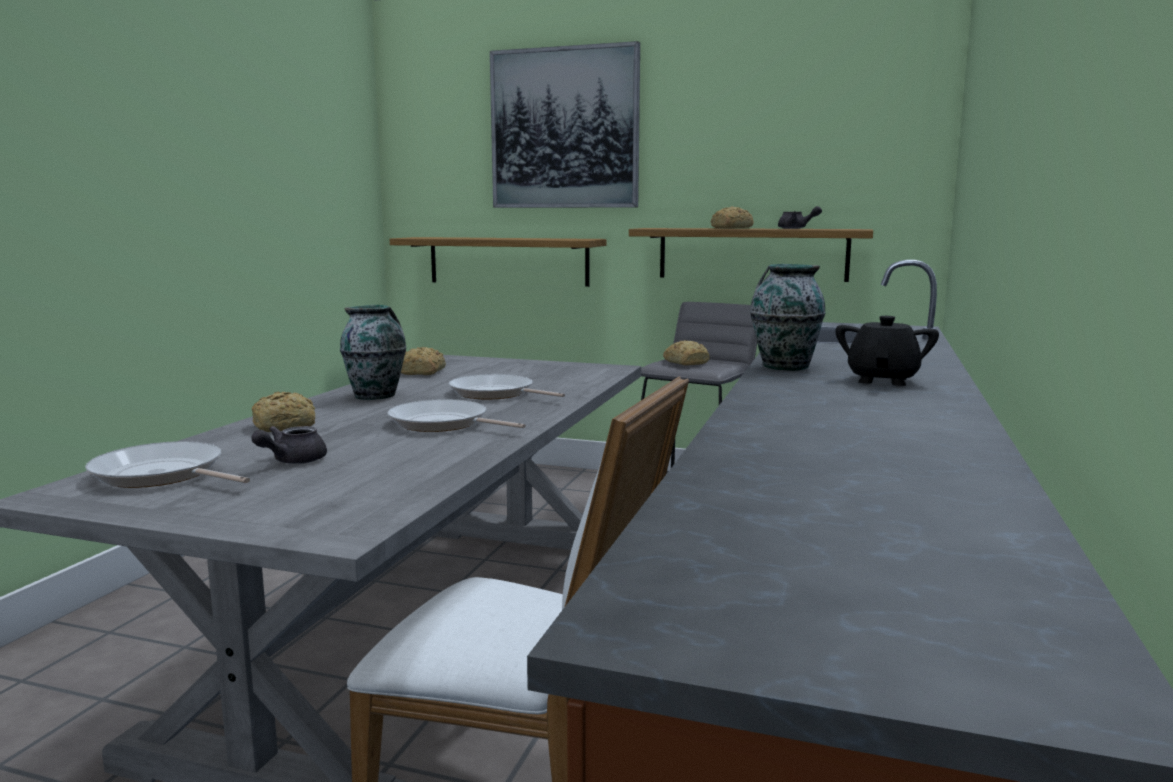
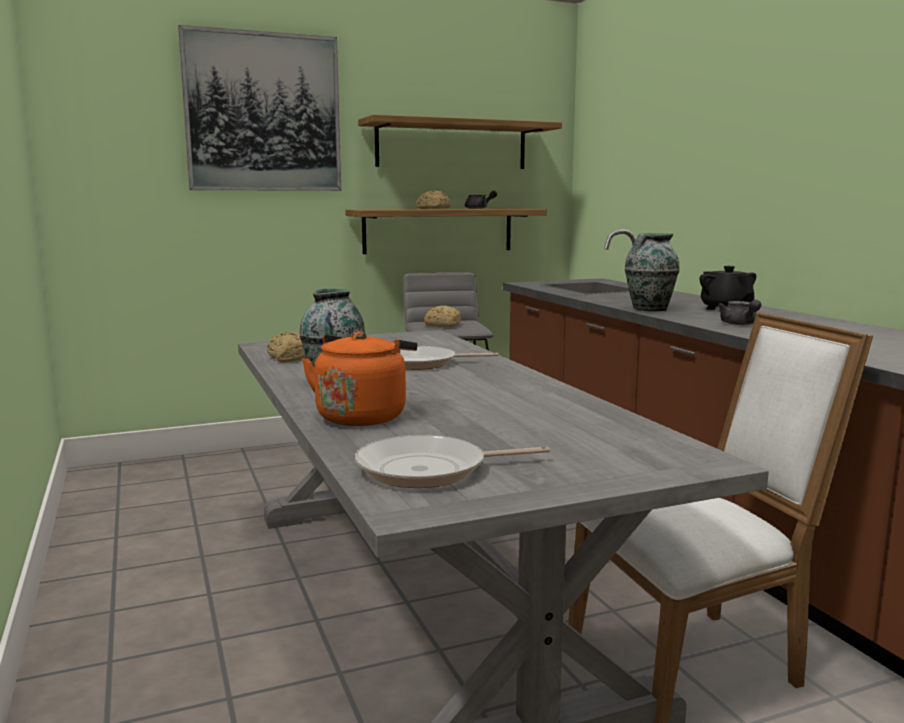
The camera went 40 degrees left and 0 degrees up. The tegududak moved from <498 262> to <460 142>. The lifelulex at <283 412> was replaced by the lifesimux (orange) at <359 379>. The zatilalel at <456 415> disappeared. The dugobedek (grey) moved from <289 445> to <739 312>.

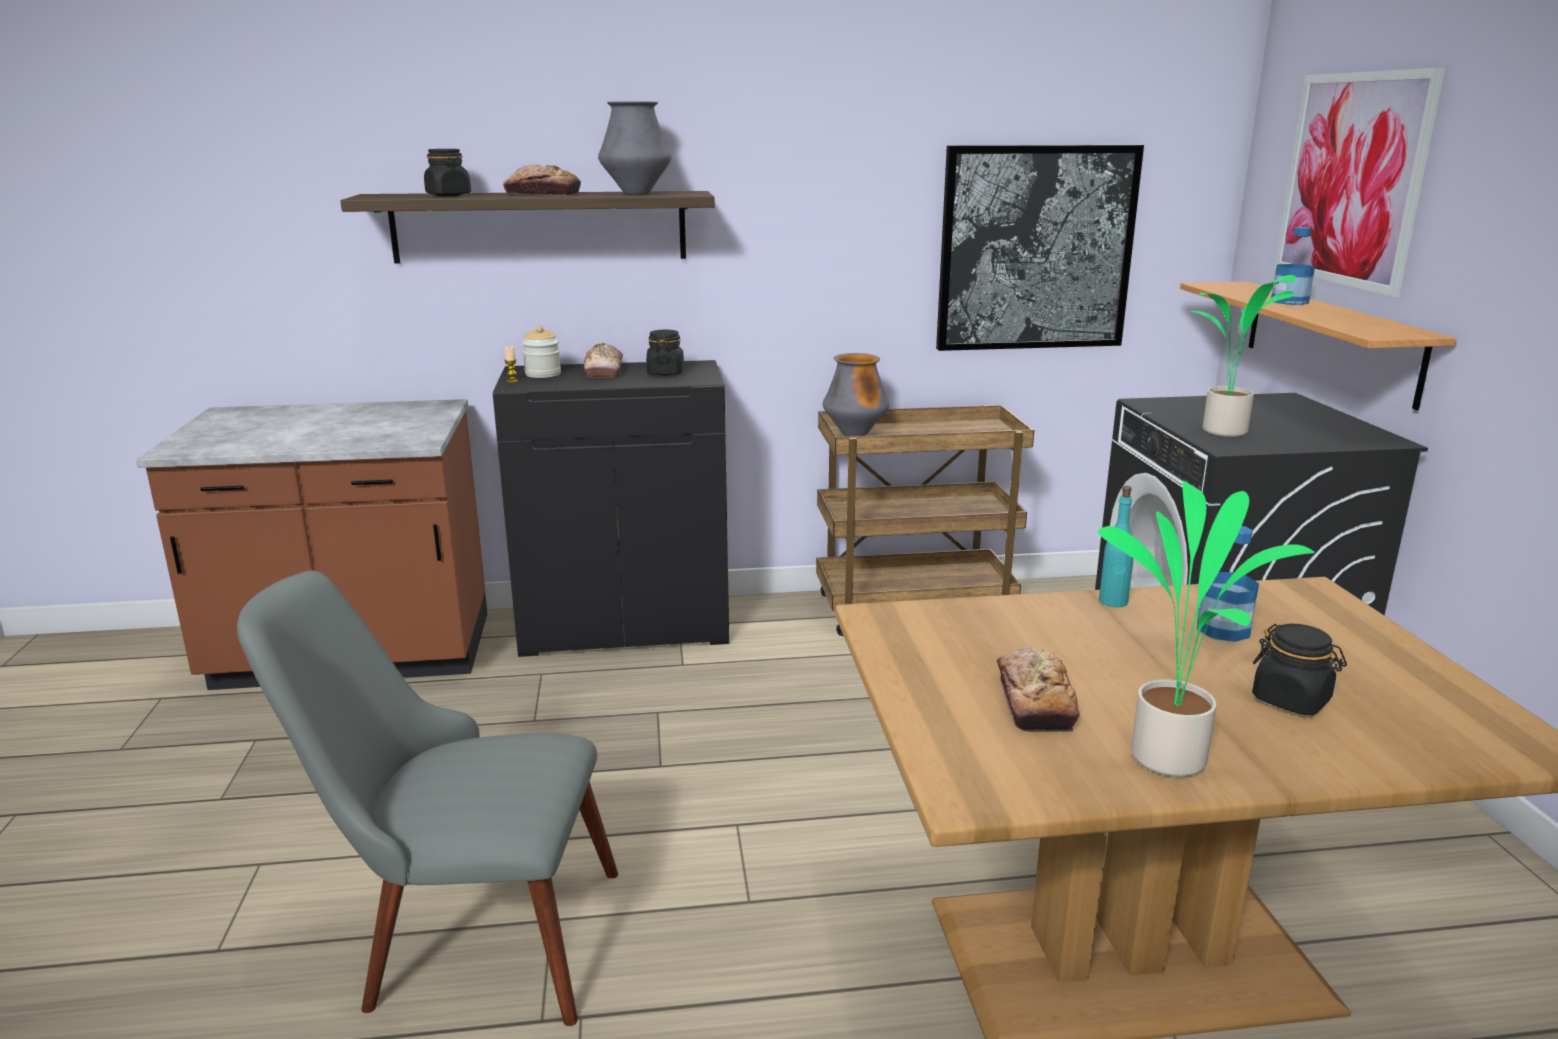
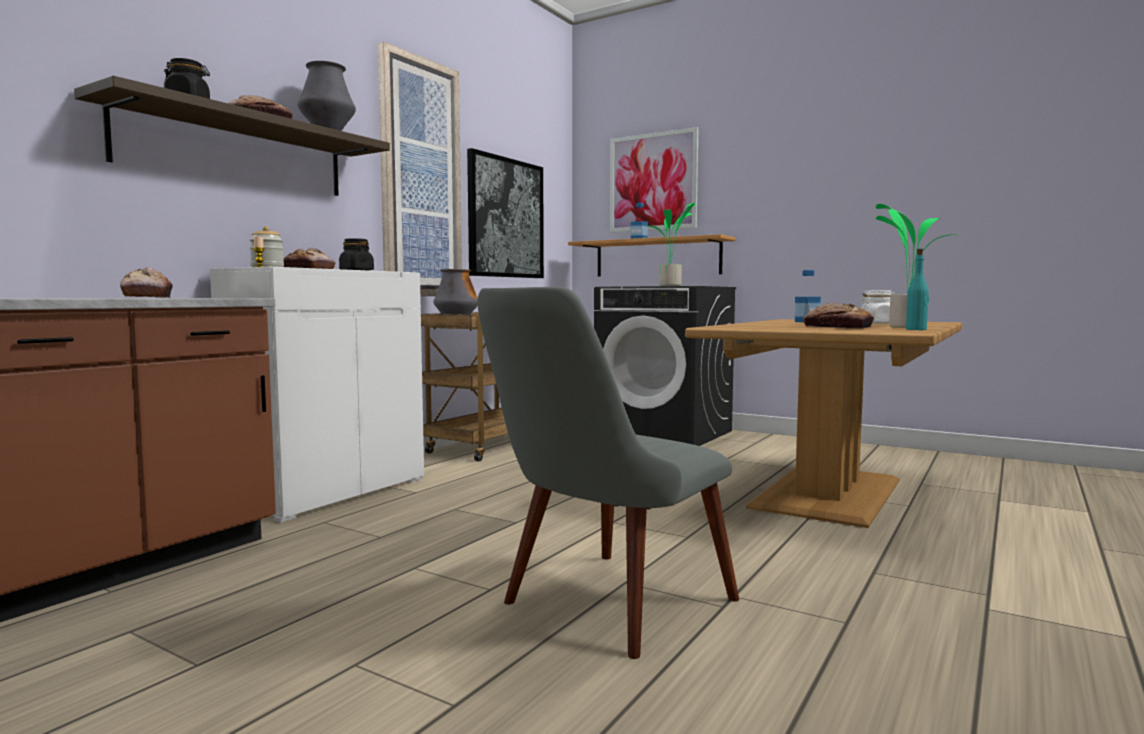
The camera went 50 degrees left and 15 degrees down. The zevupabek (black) at <611 508> became the zevupabek (white) at <317 395>. The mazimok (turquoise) moved from <1116 546> to <917 289>. The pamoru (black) at <1299 669> became the pamoru (white) at <877 307>. The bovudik at <420 169> appeared. The lifelulex at <146 282> appeared.

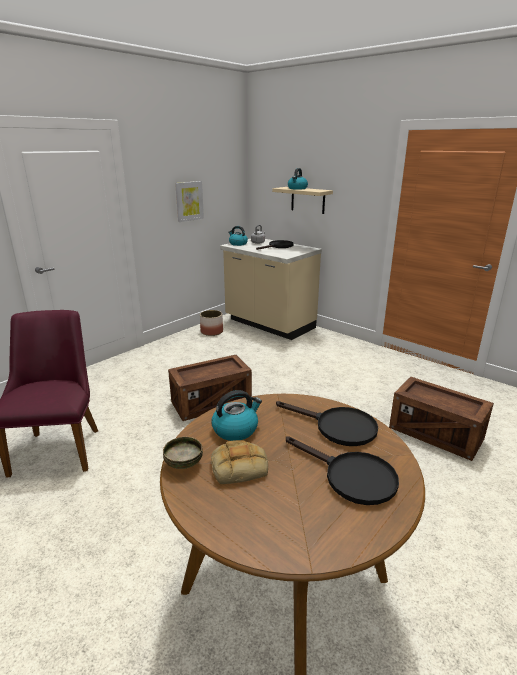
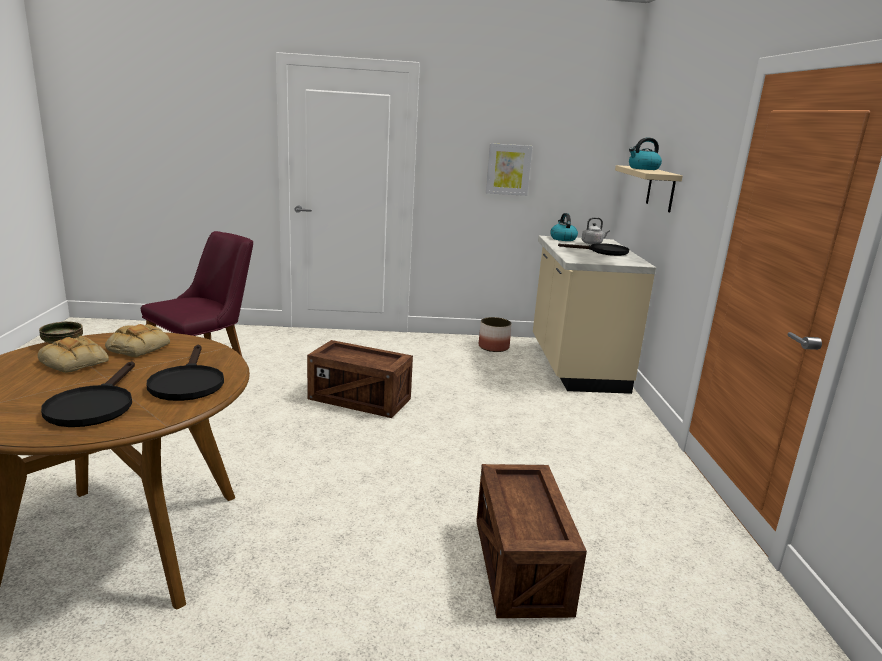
The camera went 45 degrees right and 5 degrees down. The lifesimux at <237 415> was replaced by the lifelulex at <137 340>.

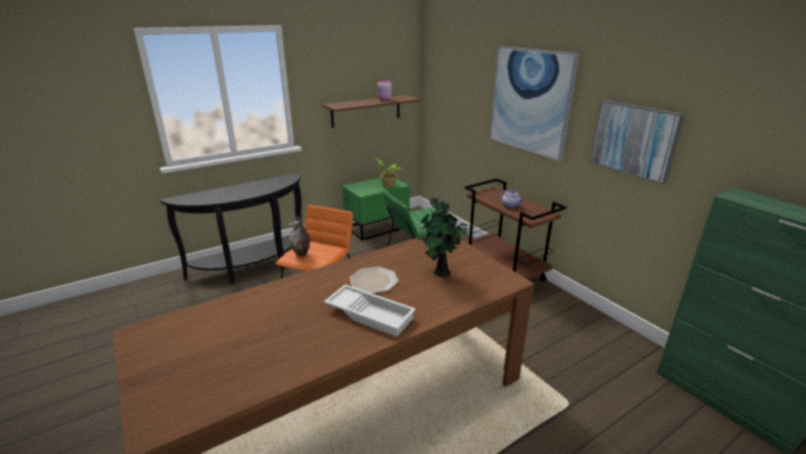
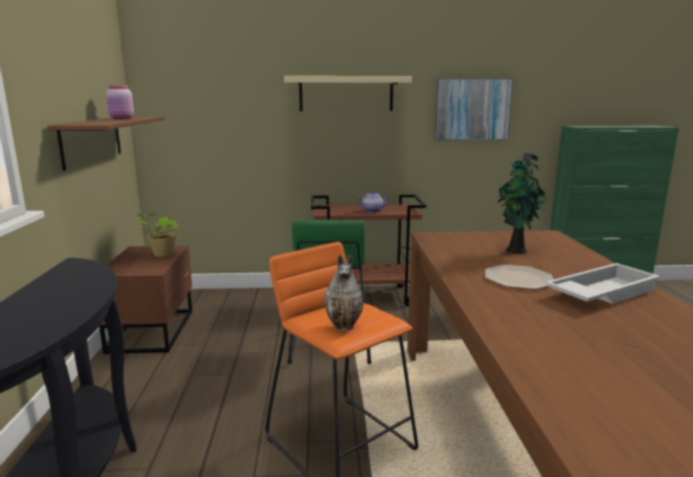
The camera went 60 degrees left and 10 degrees down. The bovudik at <535 104> was replaced by the tegududak (beige) at <348 93>. The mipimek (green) at <376 209> became the mipimek (brown) at <145 300>.

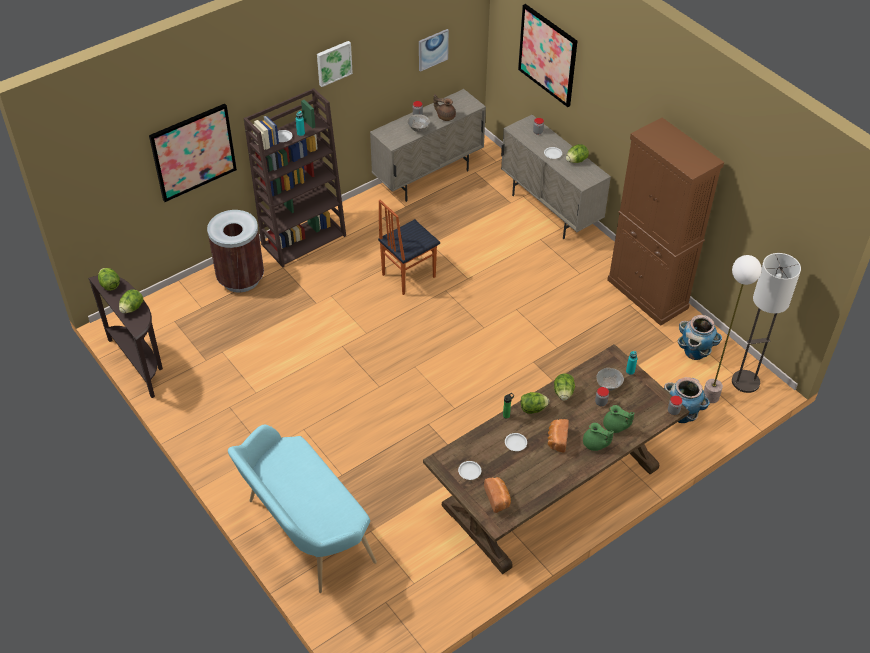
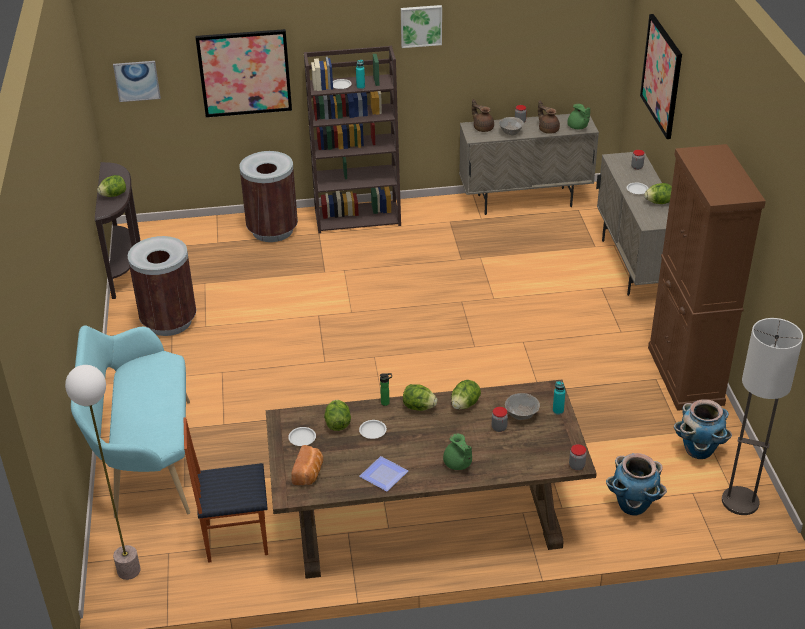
The camera went 30 degrees right and 10 degrees down. The bovudik moved from <434 50> to <137 81>. The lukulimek moved from <409 247> to <226 490>. The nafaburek moved from <733 329> to <103 472>. The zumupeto moved from <109 279> to <337 415>. The dugobedek (green) moved from <619 419> to <578 116>. The lifelulex at <558 435> disappeared. The dugobedek (brown) at <483 115> appeared. The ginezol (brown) at <162 286> appeared. The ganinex at <383 473> appeared.

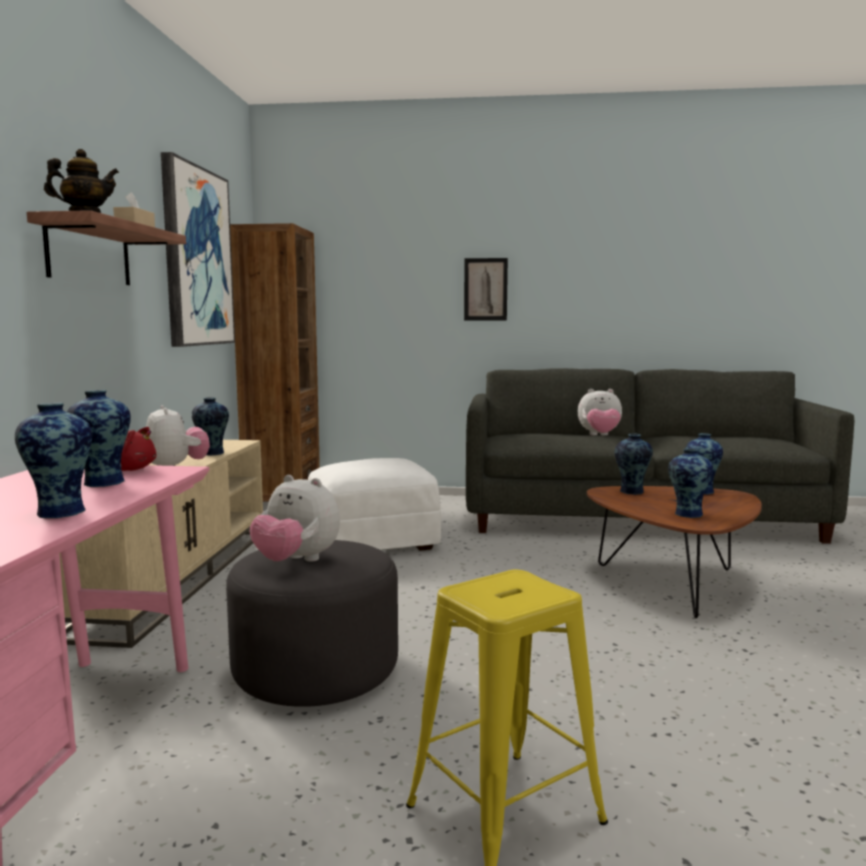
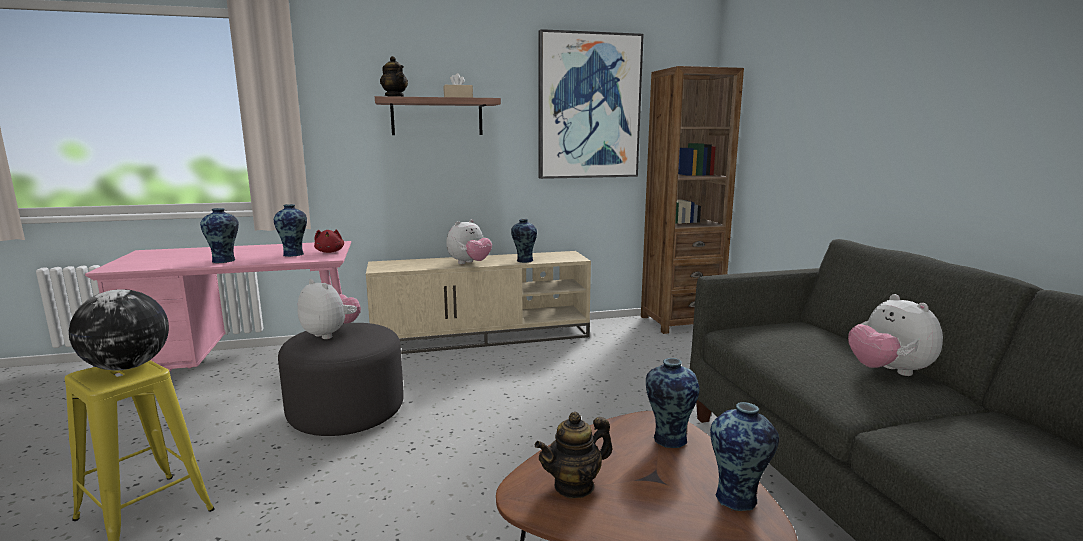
The camera went 70 degrees right and 5 degrees up. The bovudik at <486 289> disappeared. The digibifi at <690 483> was replaced by the dugobedek at <573 455>. The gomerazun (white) at <374 504> disappeared. The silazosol at <295 518> turned 120 degrees clockwise. The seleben at <119 329> appeared.

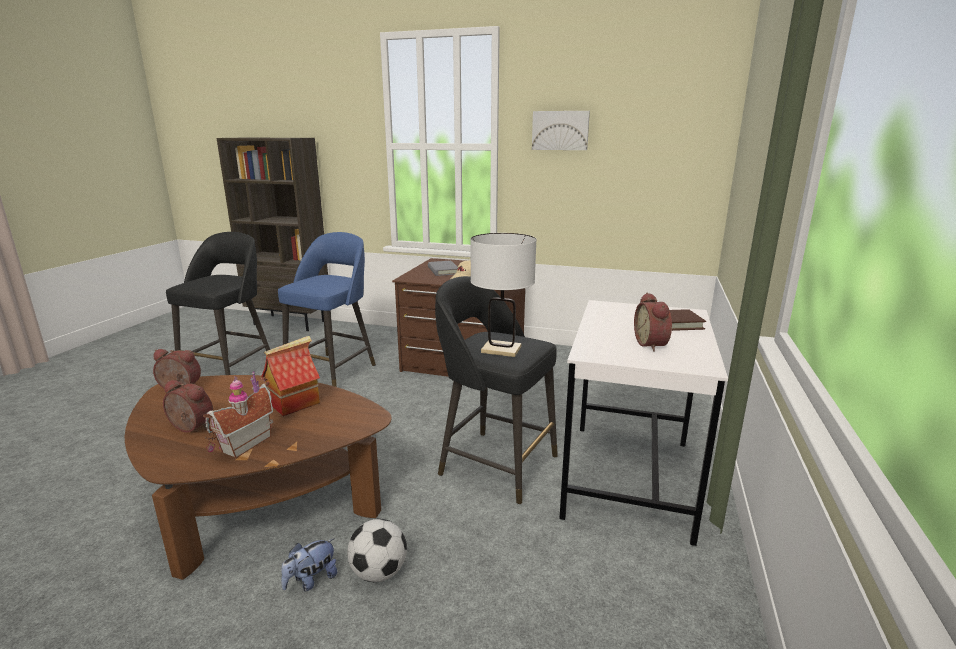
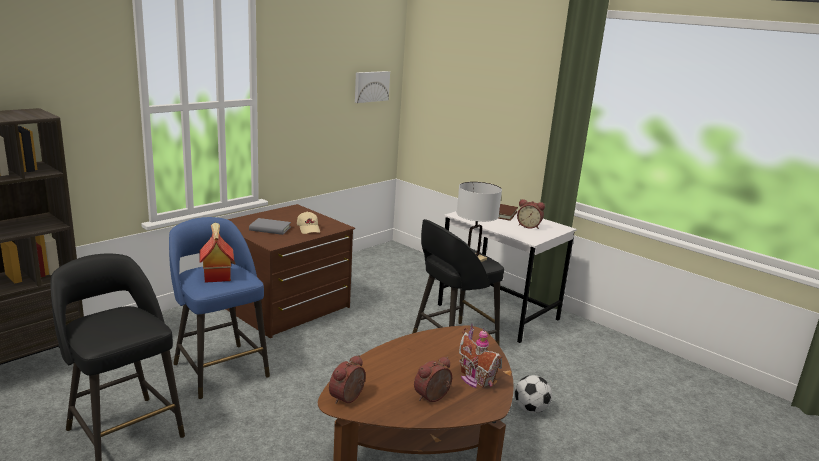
The camera went 65 degrees left and 0 degrees up. The bovudik moved from <561 130> to <372 87>. The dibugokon moved from <290 376> to <216 253>. The silazosol at <309 564> disappeared.

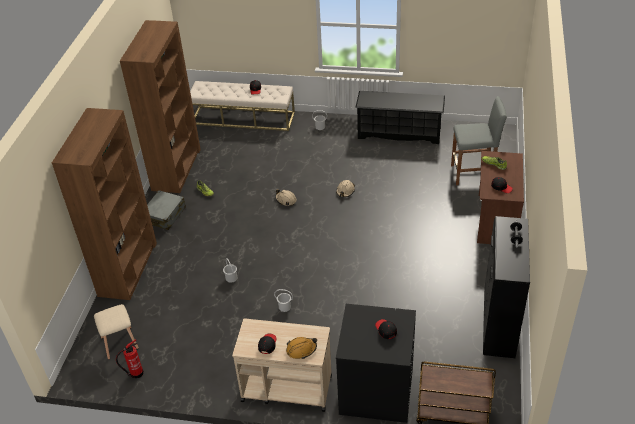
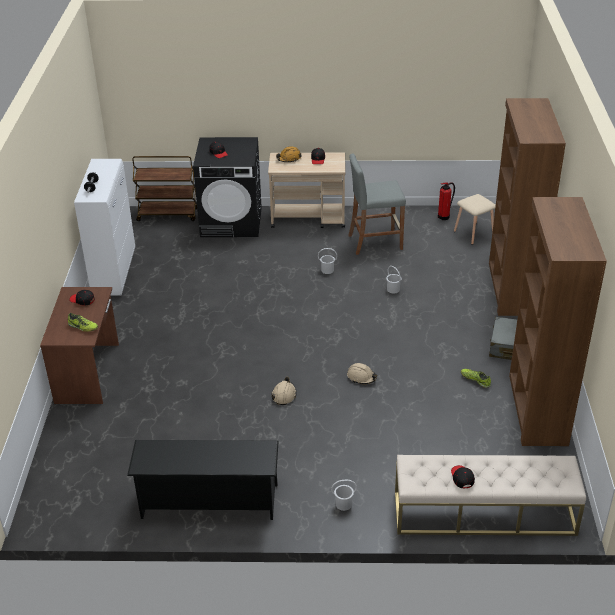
The camera went 170 degrees right and 5 degrees down. The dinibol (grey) moved from <479 140> to <377 204>. The zevupabek (black) at <506 287> became the zevupabek (white) at <104 227>.

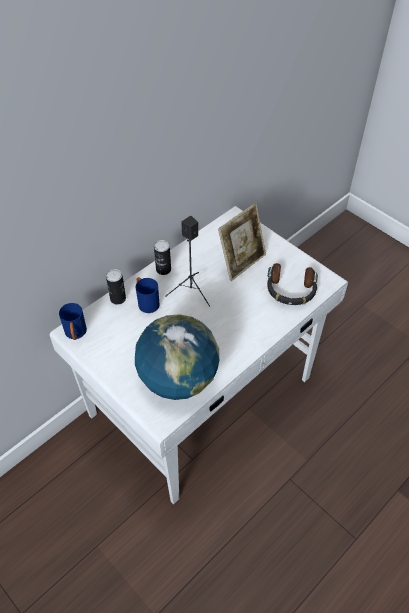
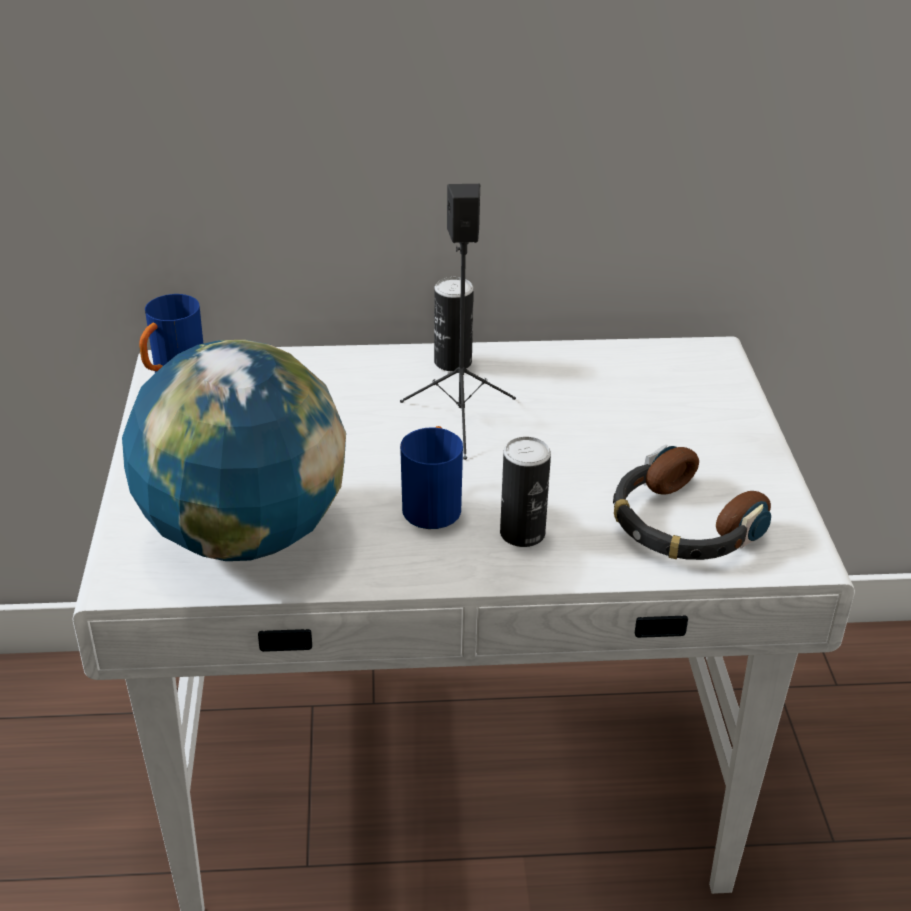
The camera went 40 degrees right and 15 degrees down. The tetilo at <242 242> disappeared. The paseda moved from <116 287> to <525 492>. The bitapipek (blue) moved from <148 295> to <431 477>.

